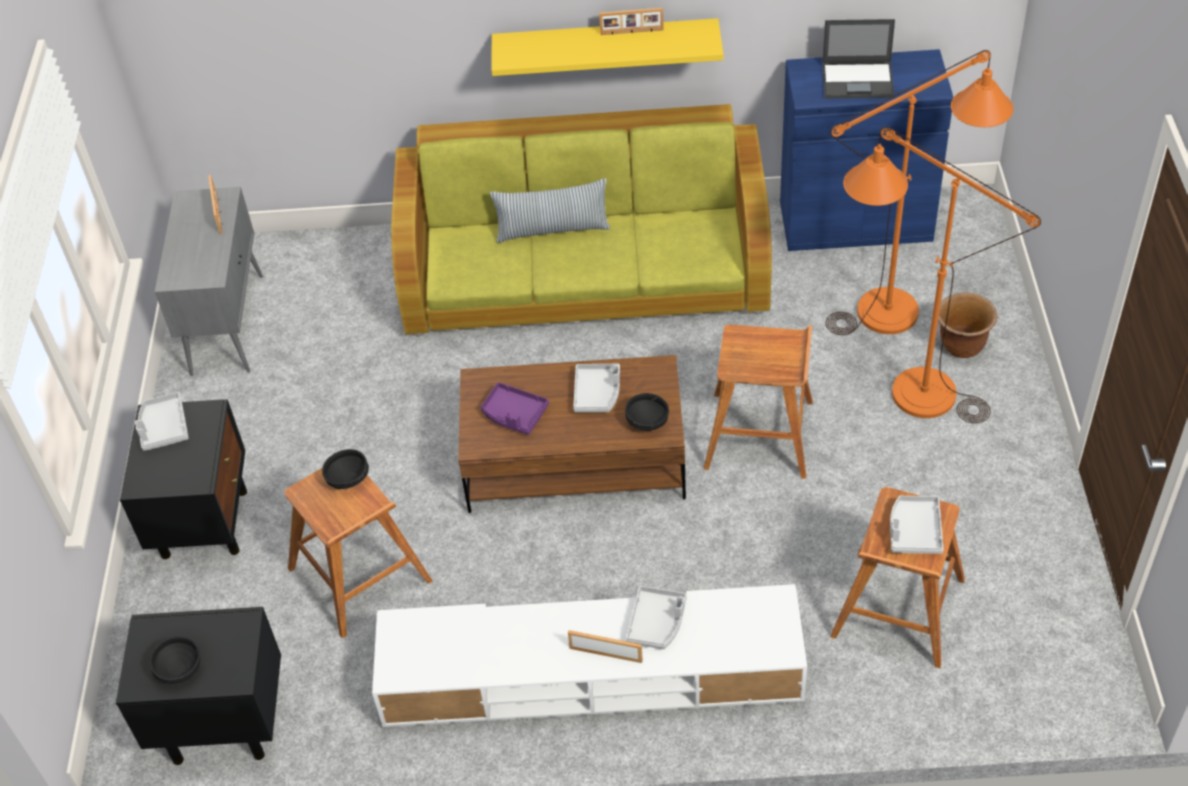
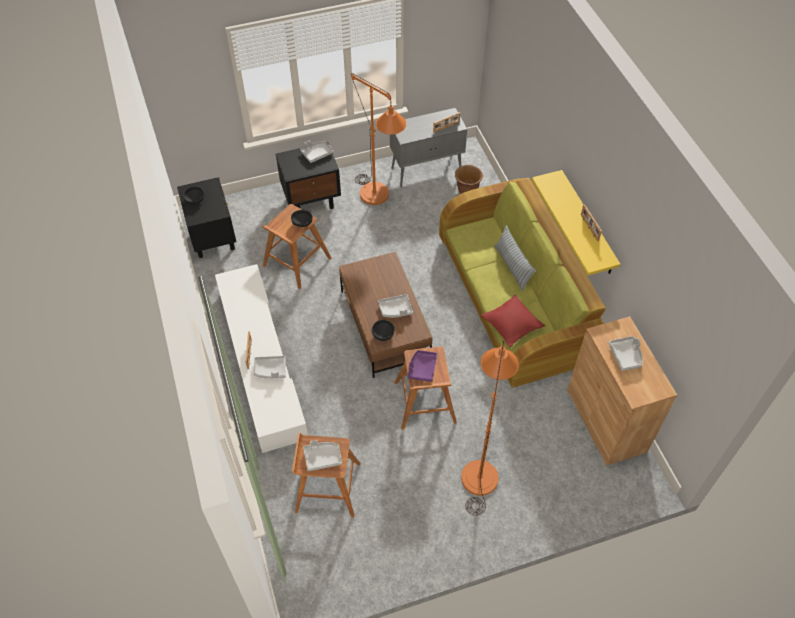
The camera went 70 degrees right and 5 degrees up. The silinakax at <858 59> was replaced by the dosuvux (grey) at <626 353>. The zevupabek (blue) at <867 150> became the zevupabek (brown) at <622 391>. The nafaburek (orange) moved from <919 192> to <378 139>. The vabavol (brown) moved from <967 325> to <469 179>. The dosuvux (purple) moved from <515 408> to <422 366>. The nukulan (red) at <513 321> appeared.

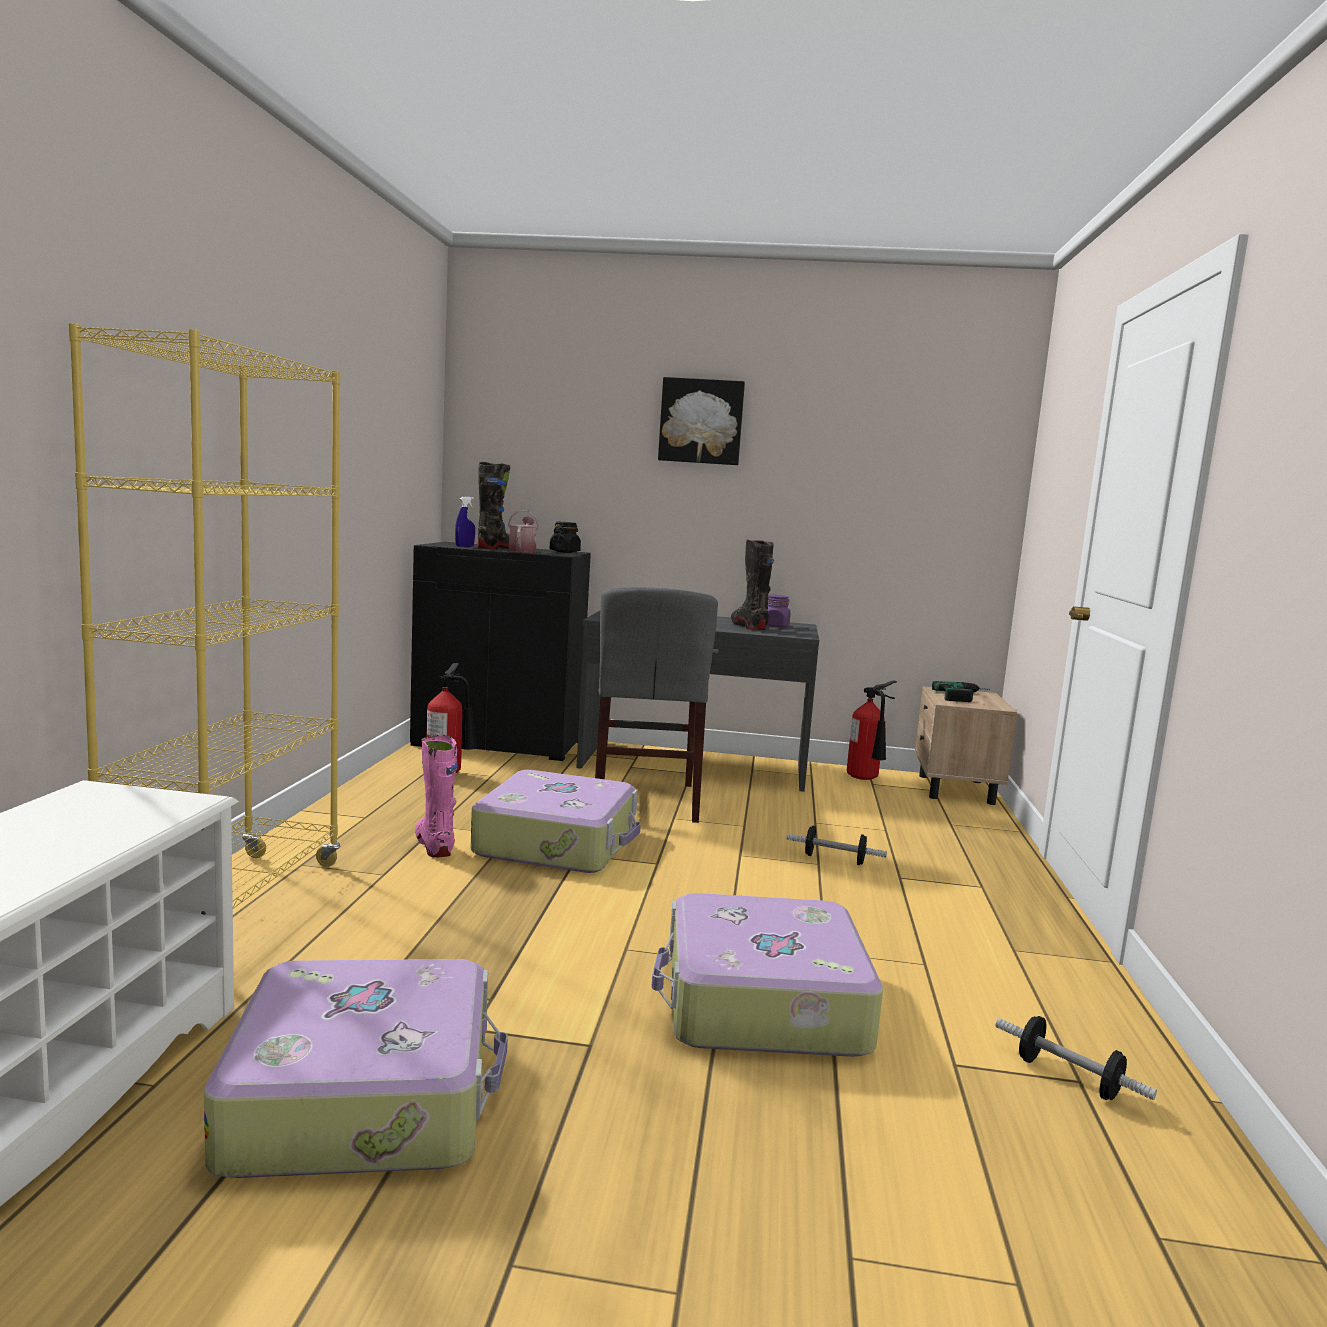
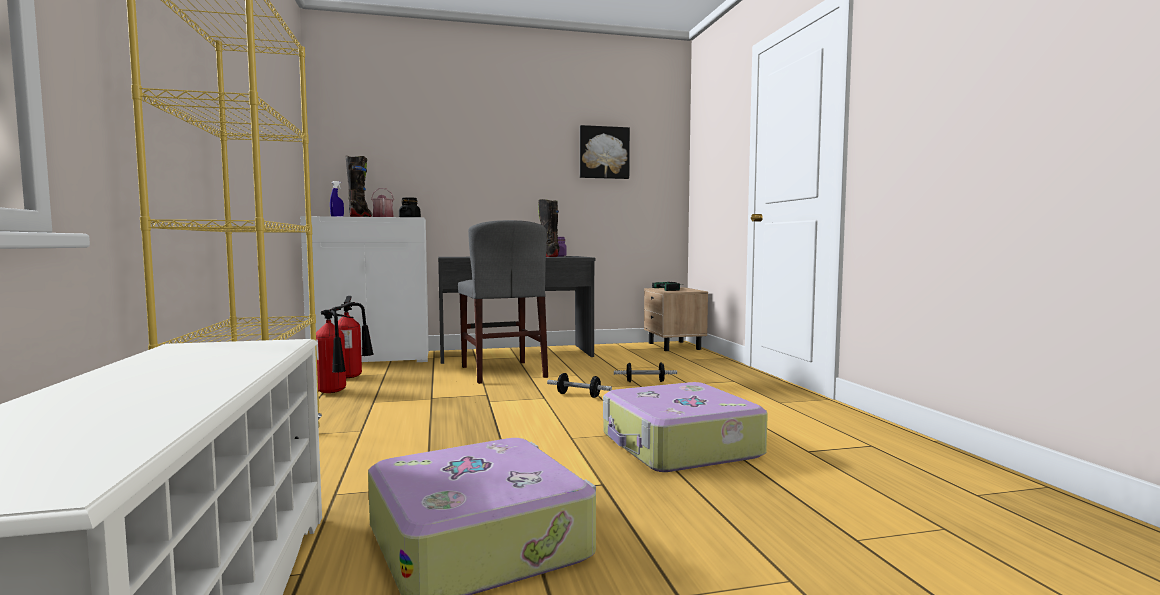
The camera went 20 degrees left and 5 degrees down. The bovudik moved from <701 421> to <605 152>. The zevupabek (black) at <500 651> became the zevupabek (white) at <364 289>. The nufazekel moved from <872 730> to <335 347>. The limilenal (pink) at <436 796> disappeared. The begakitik at <556 821> disappeared. The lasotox moved from <1076 1058> to <579 385>.

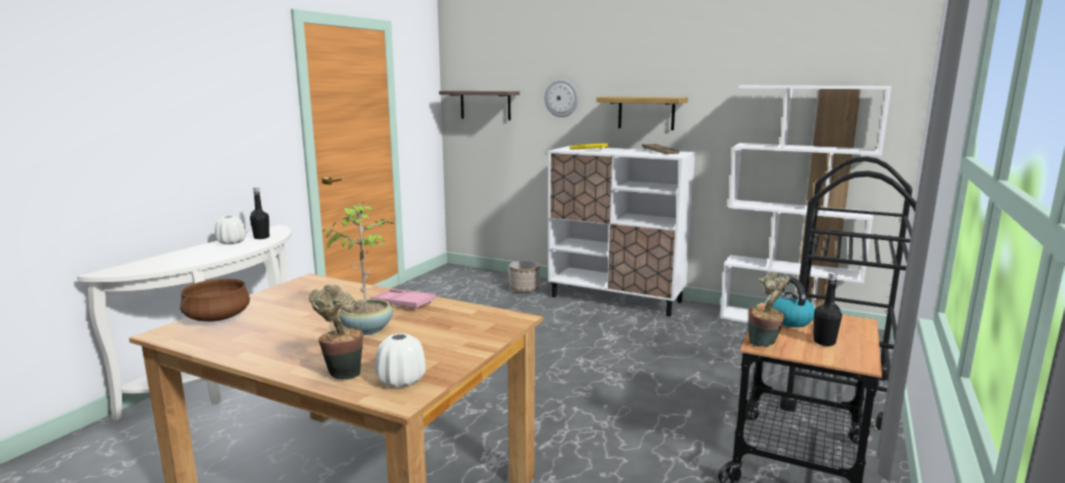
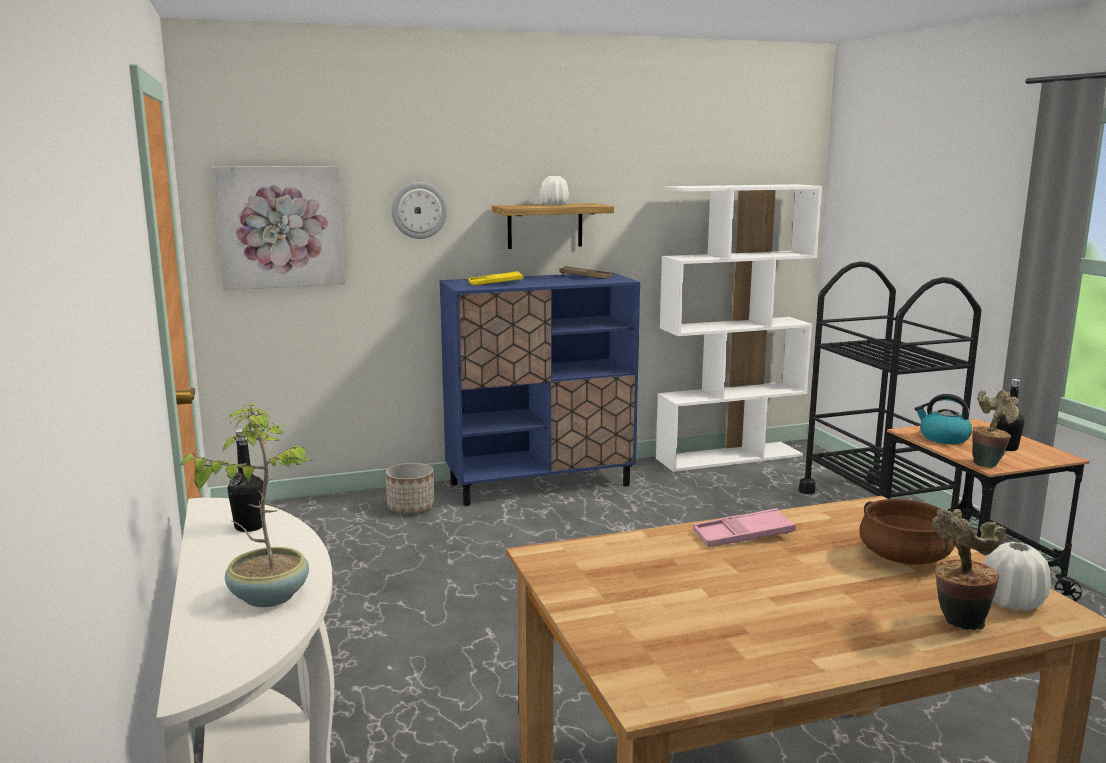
The camera went 45 degrees left and 0 degrees up. The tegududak at <479 105> was replaced by the bovudik at <278 228>. The zevupabek (white) at <621 231> became the zevupabek (blue) at <540 389>. The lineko moved from <358 268> to <245 505>. The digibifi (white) moved from <230 230> to <554 190>. The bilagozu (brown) moved from <215 300> to <907 532>.

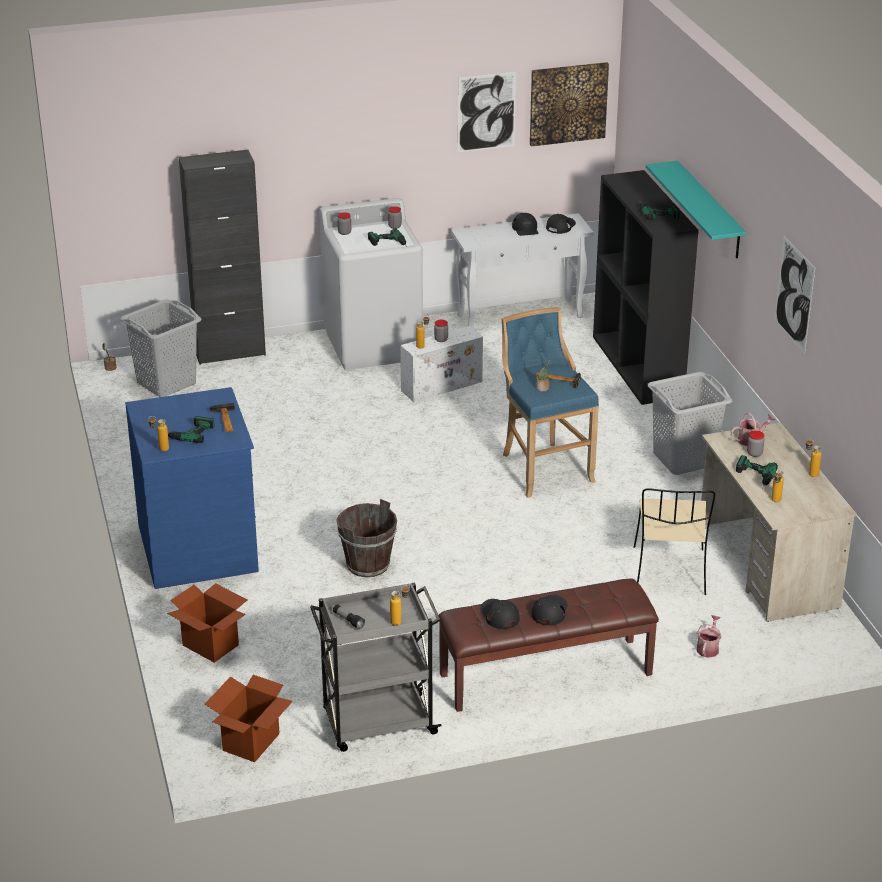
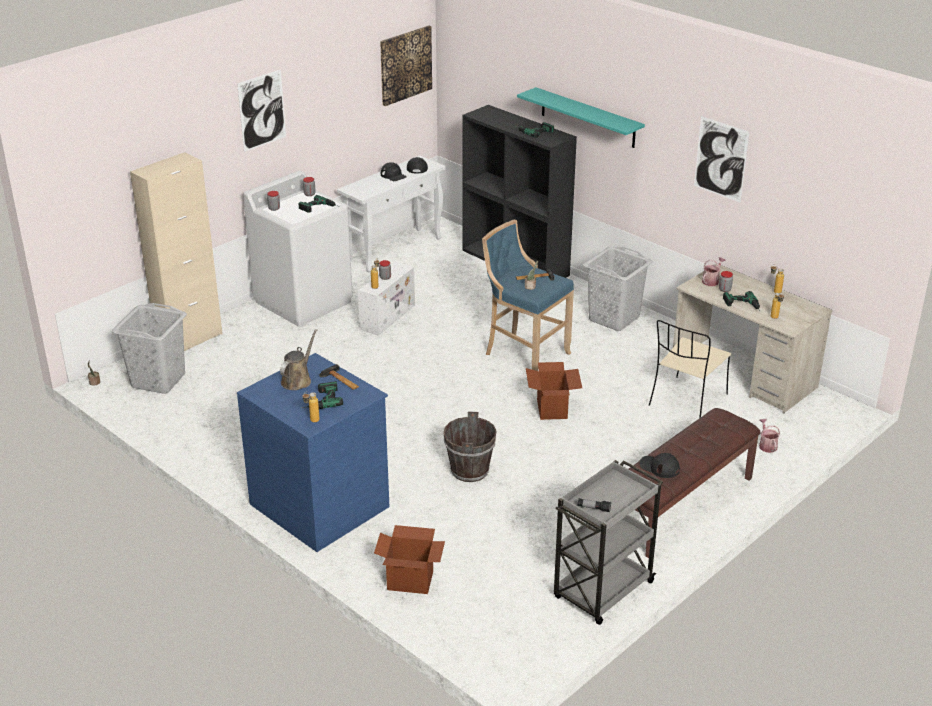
The camera went 30 degrees left and 0 degrees up. The bovudik moved from <487 112> to <261 110>. The zevupabek (black) at <222 257> became the zevupabek (beige) at <176 251>. The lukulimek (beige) at <674 541> turned 60 degrees clockwise. The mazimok at <400 605> disappeared. The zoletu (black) at <550 610> disappeared. The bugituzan moved from <249 718> to <554 391>. The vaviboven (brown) at <298 359> appeared.

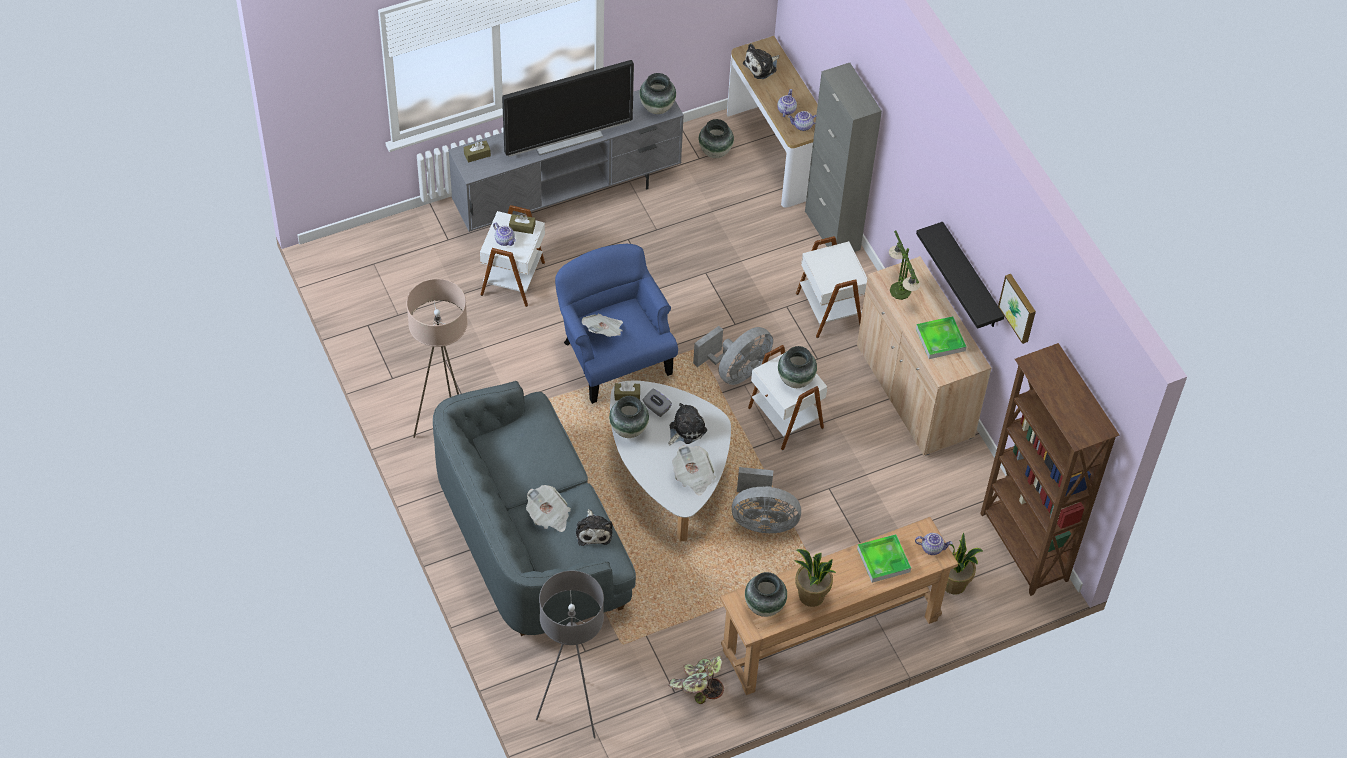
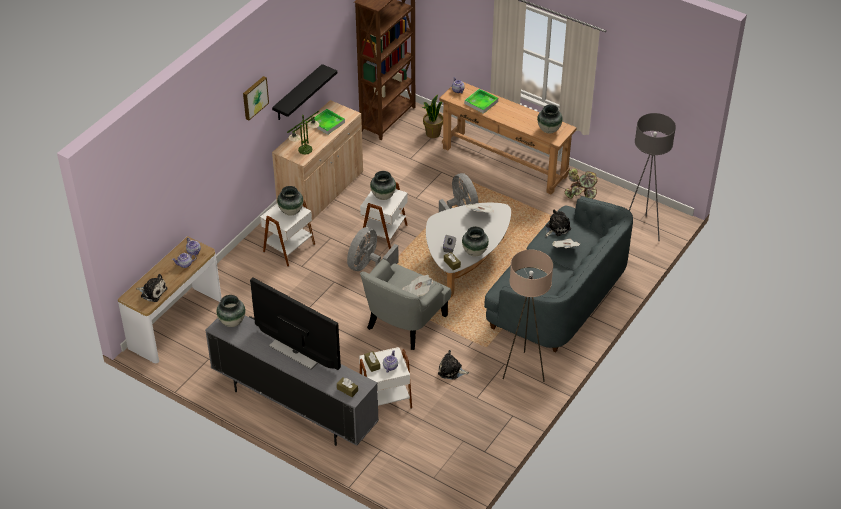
The camera went 120 degrees left and 10 degrees down. The zevupabek (grey) at <843 157> disappeared. The digibifi moved from <716 138> to <290 201>. The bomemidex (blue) at <616 324> became the bomemidex (grey) at <405 304>. The bovudik moved from <1017 309> to <256 98>. The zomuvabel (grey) at <733 355> turned 75 degrees counterclockwise. The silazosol moved from <687 424> to <453 365>. The lineko at <815 578> disappeared.

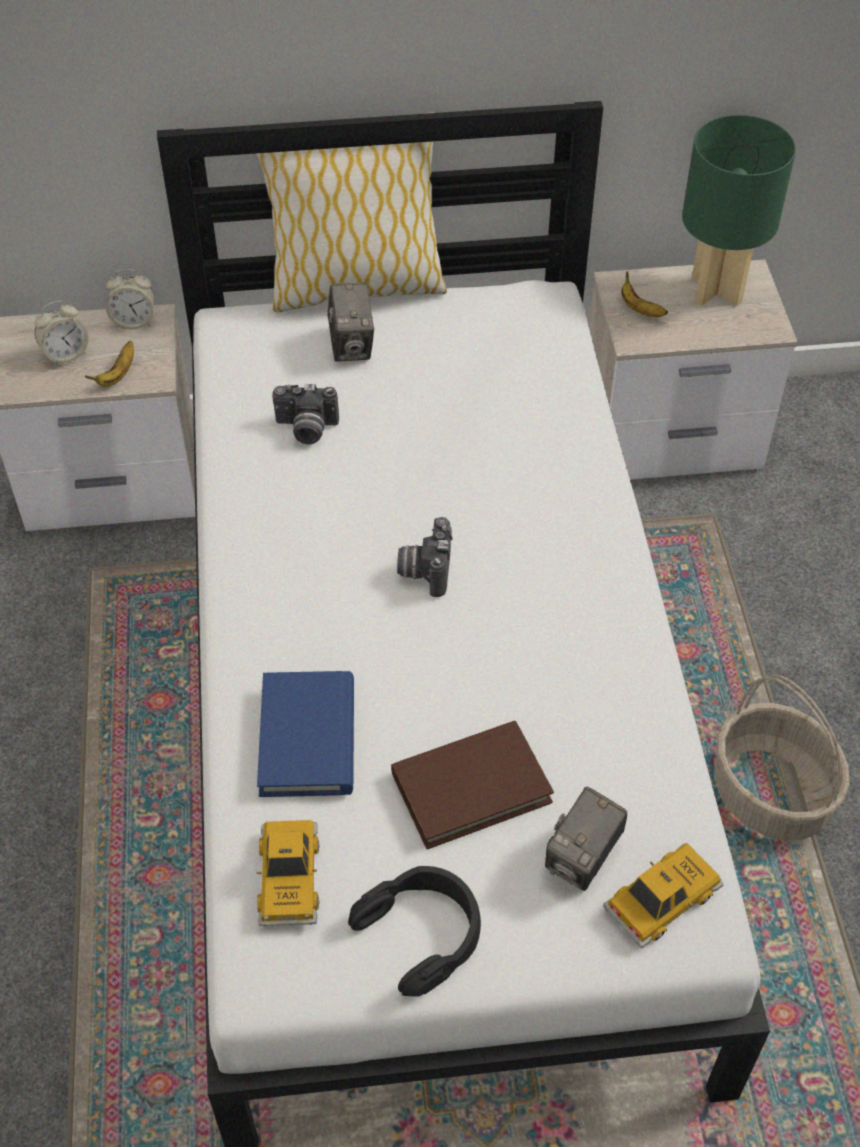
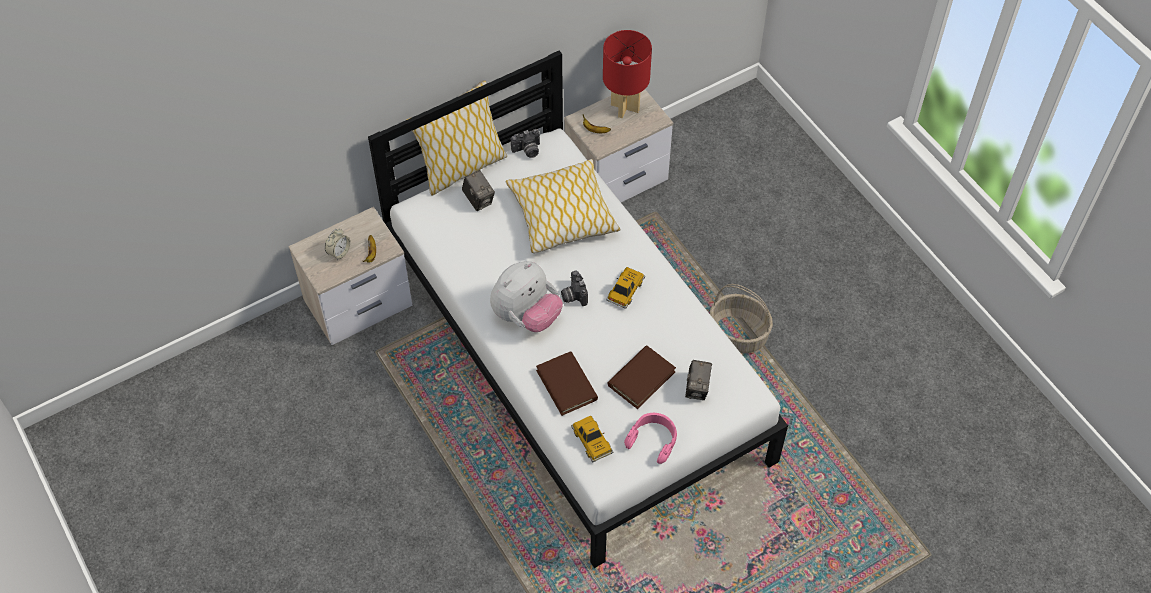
The camera went 25 degrees left and 5 degrees up. The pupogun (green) at <739 210> became the pupogun (red) at <627 74>. The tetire at <130 299> disappeared. The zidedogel moved from <305 414> to <525 143>. The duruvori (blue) at <305 734> became the duruvori (brown) at <567 383>. The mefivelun moved from <663 895> to <625 288>. The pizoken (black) at <414 931> became the pizoken (pink) at <650 438>. The nukulan at <563 206> appeared. The silazosol at <526 296> appeared.

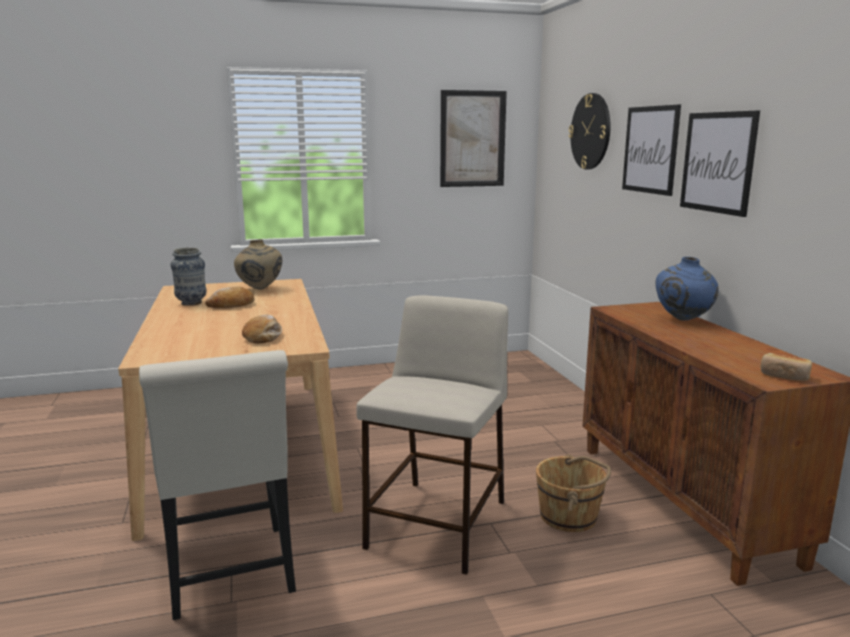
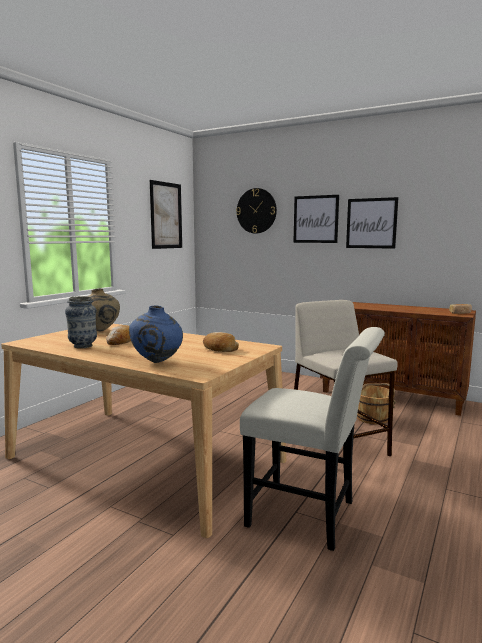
The camera went 45 degrees left and 5 degrees down. The digibifi (blue) moved from <687 288> to <156 334>.

